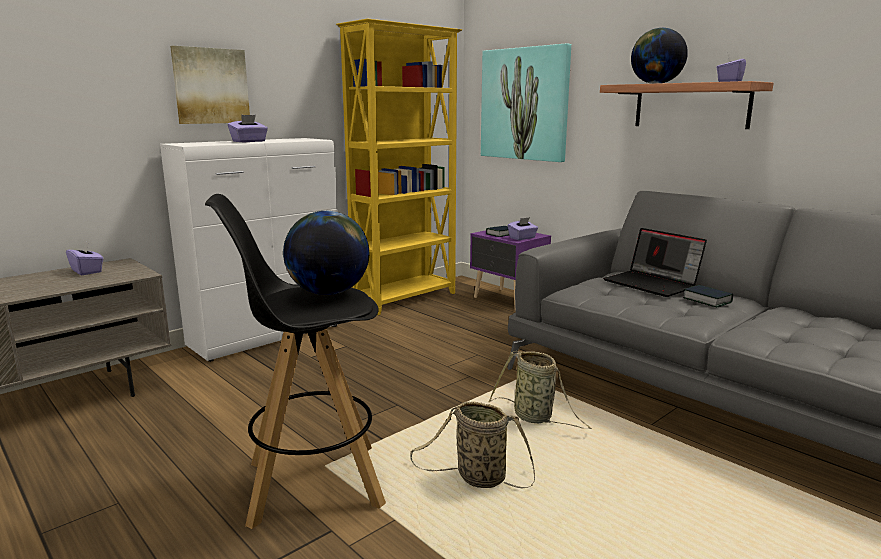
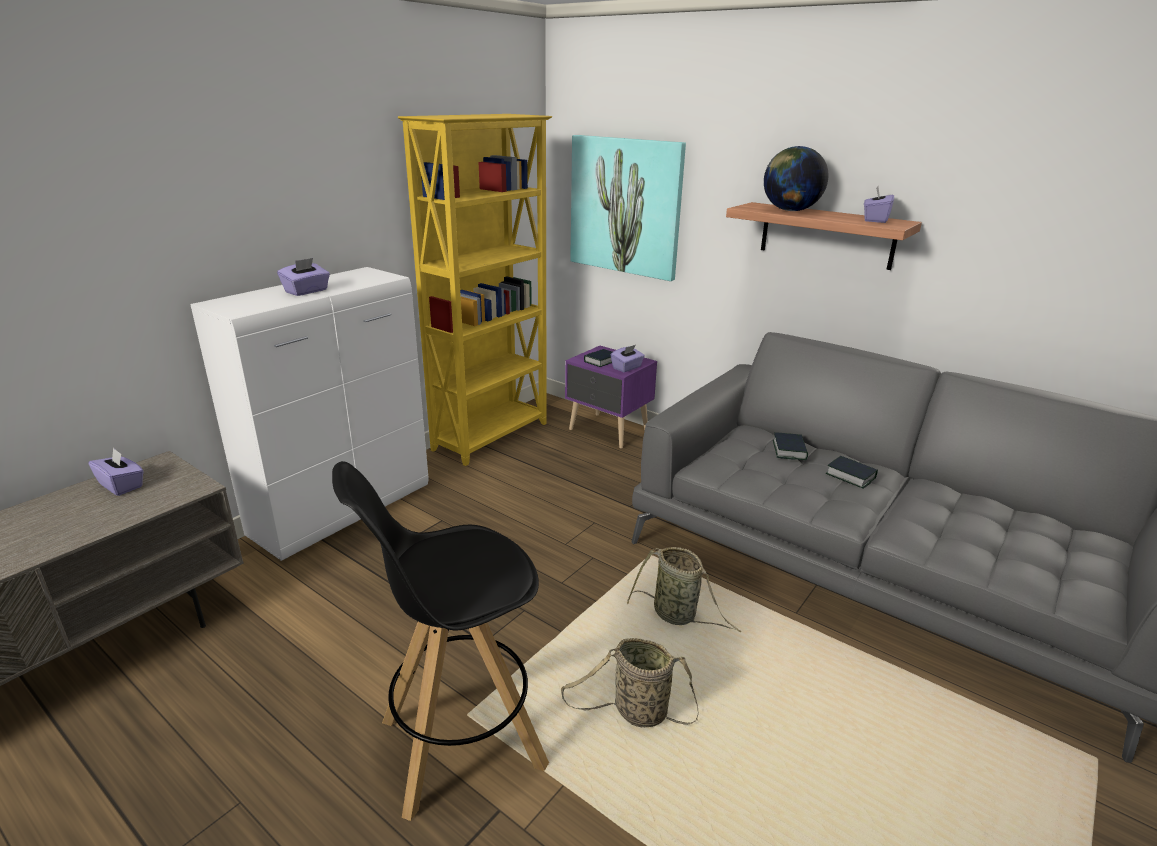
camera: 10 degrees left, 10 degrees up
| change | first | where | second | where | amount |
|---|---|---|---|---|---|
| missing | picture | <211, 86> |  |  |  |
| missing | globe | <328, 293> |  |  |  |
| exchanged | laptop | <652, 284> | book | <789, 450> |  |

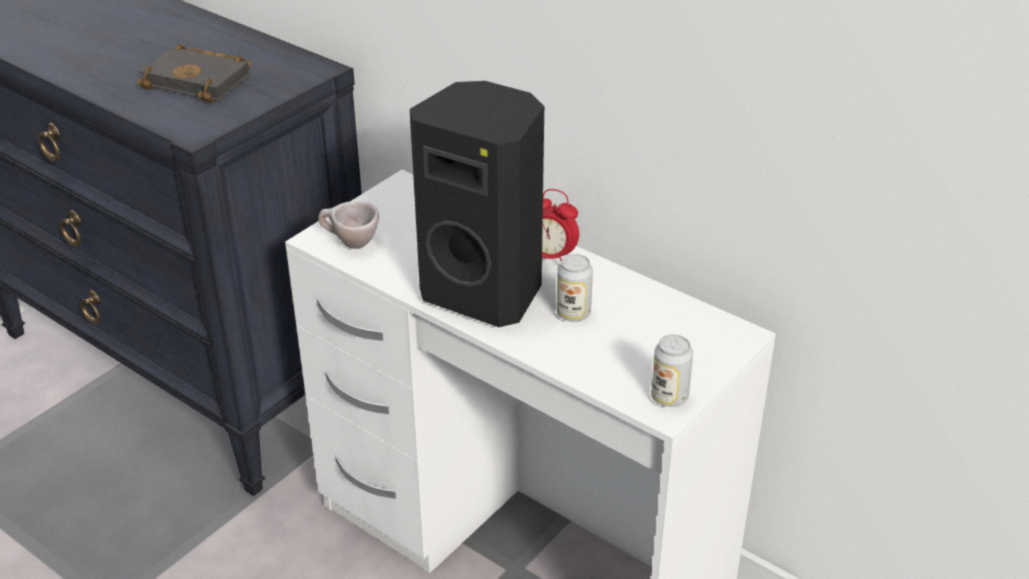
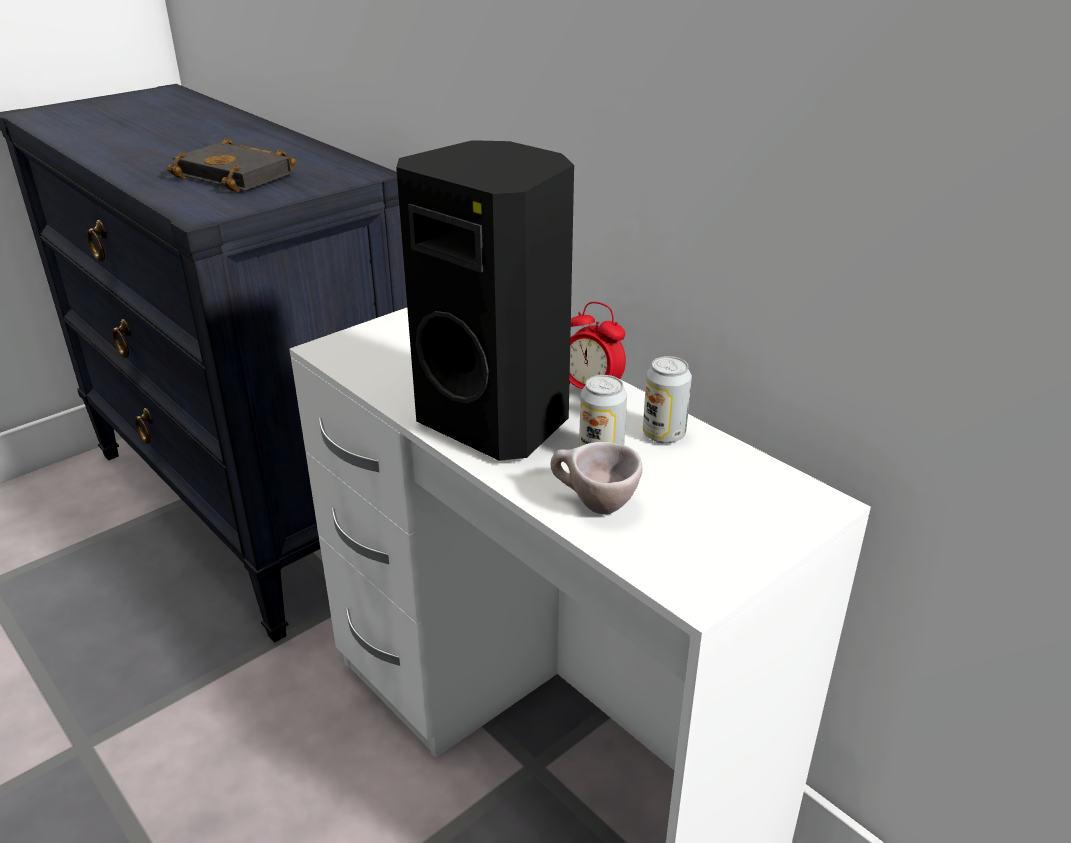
camera: 10 degrees right, 5 degrees down
| change | first | where | second | where | amount |
|---|---|---|---|---|---|
| relocated | beige cup | <350, 244> |  | <592, 505> |  |
| relocated | can | <669, 397> |  | <663, 434> |  |

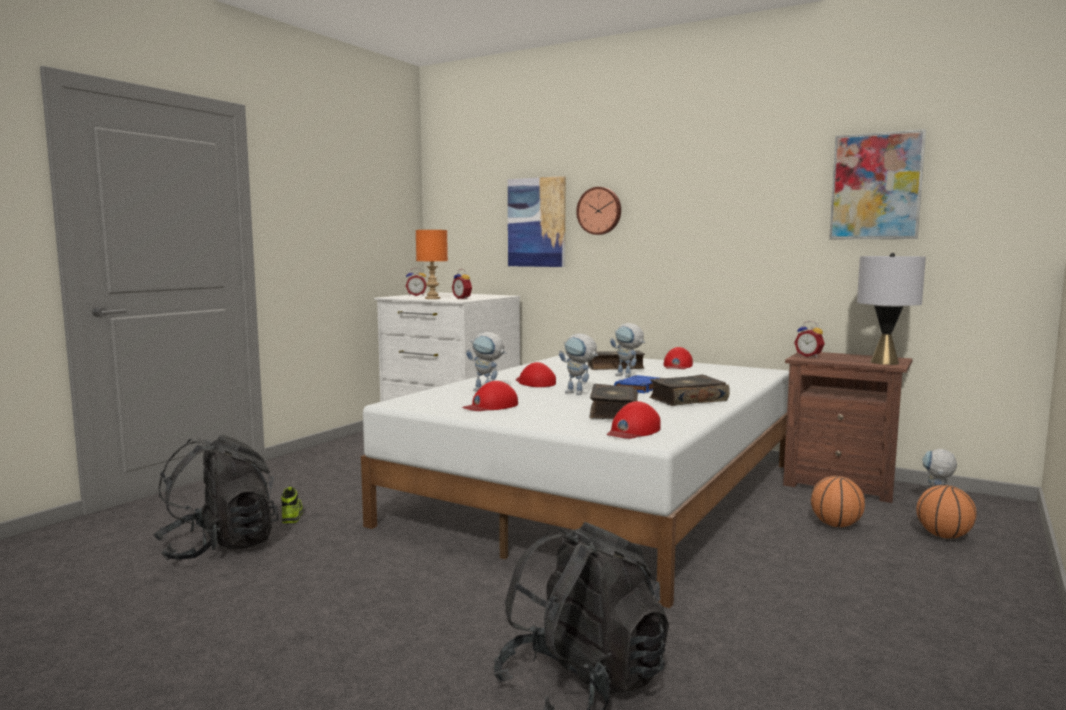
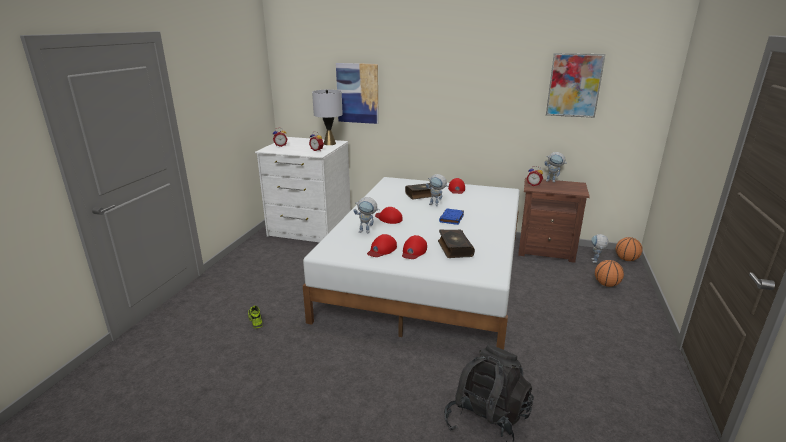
camera: 15 degrees left, 15 degrees up
| change | first | where | second | where | amount |
|---|---|---|---|---|---|
| missing | black backpack | <219, 547> |  |  |  |
| missing | orange table lamp | <433, 298> |  |  |  |
| relocated | toy robot | <579, 393> |  | <553, 181> |  |
| missing | wall clock | <599, 211> |  |  |  |
| relocated | red cap | <632, 431> |  | <413, 251> |  |
| missing | book | <687, 400> |  |  |  |
| relocated | basketball | <836, 525> |  | <626, 259> |  |
| relocated | grey table lamp | <884, 362> |  | <329, 143> |  |

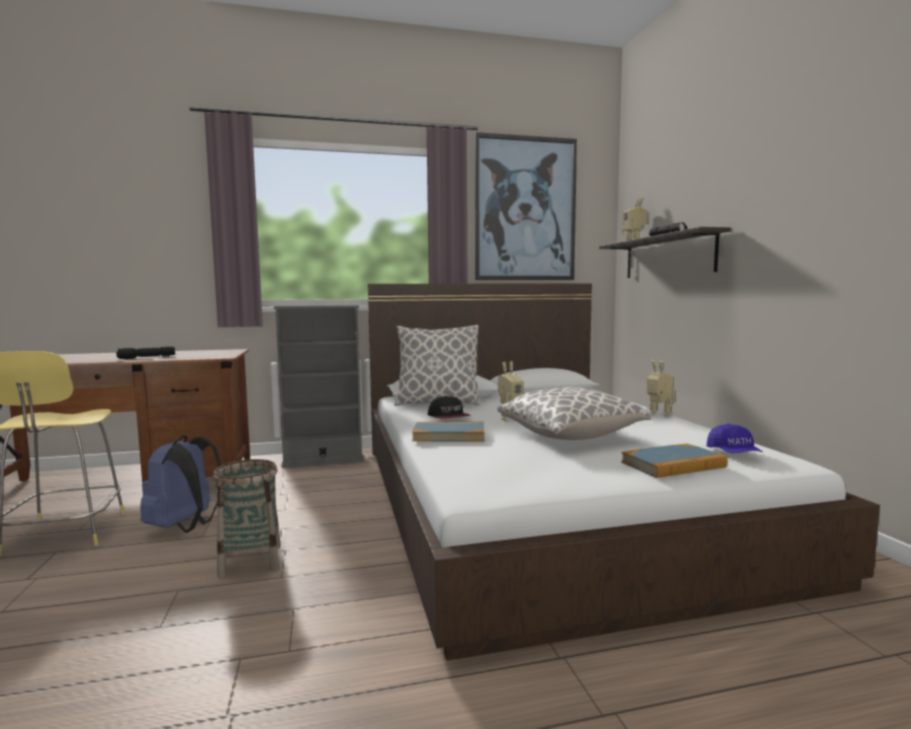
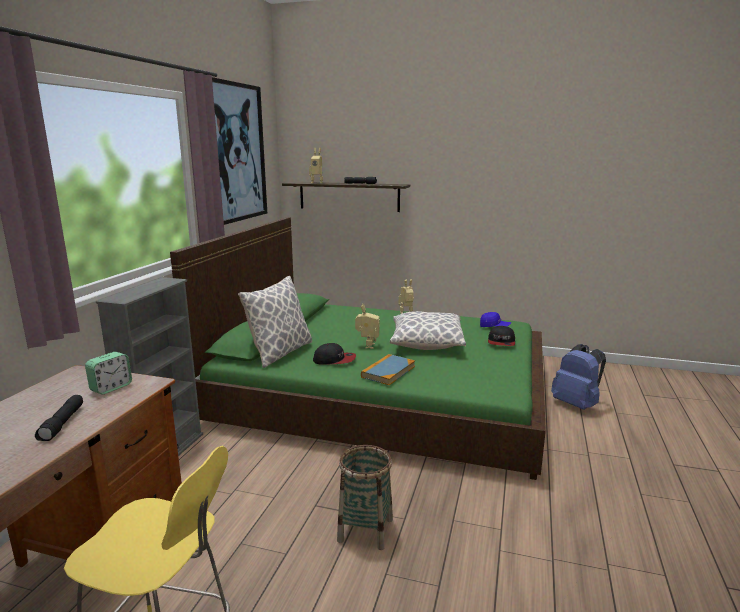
camera: 60 degrees left, 10 degrees up
| change | first | where | second | where | amount |
|---|---|---|---|---|---|
| relocated | blue backpack | <185, 526> |  | <576, 404> |  |
| colour | white bed | <544, 500> | green bed | <381, 394> |  |
| exchanged | book | <673, 465> | cap | <501, 342> |  |
| appeared |  |  | alarm clock | <111, 388> |  |

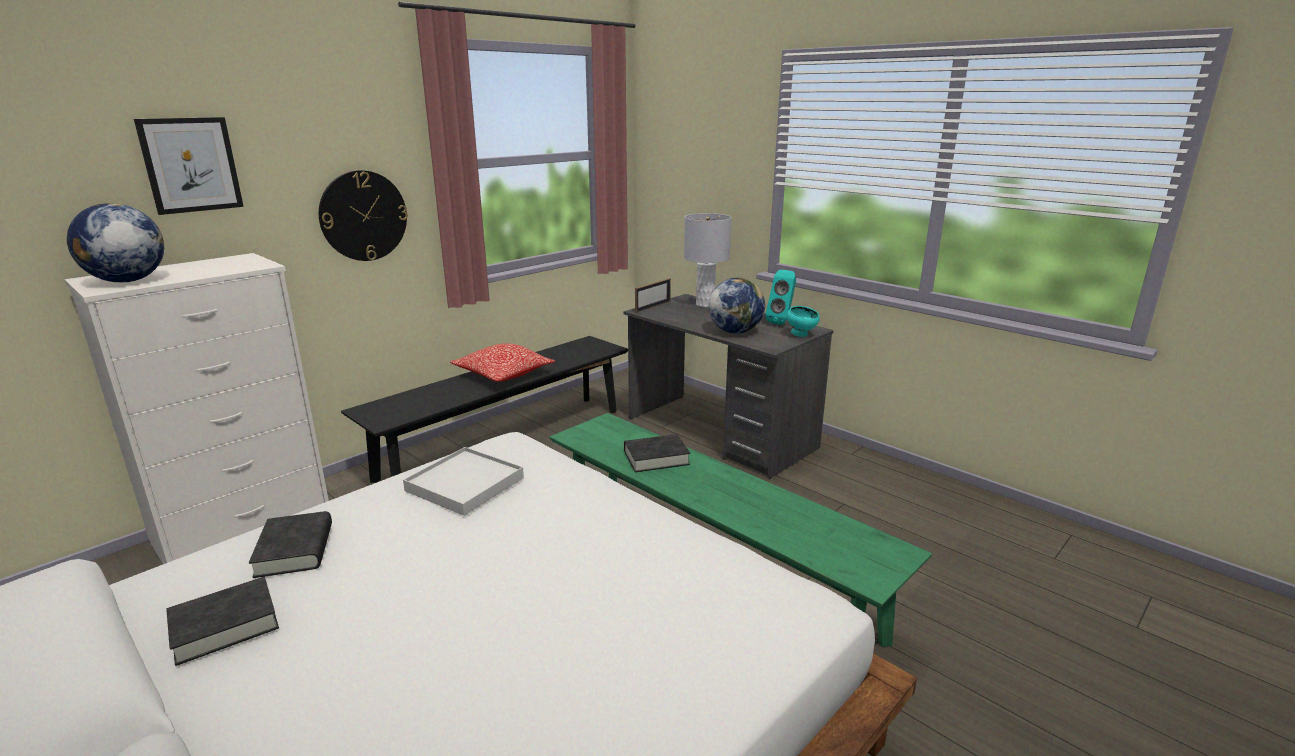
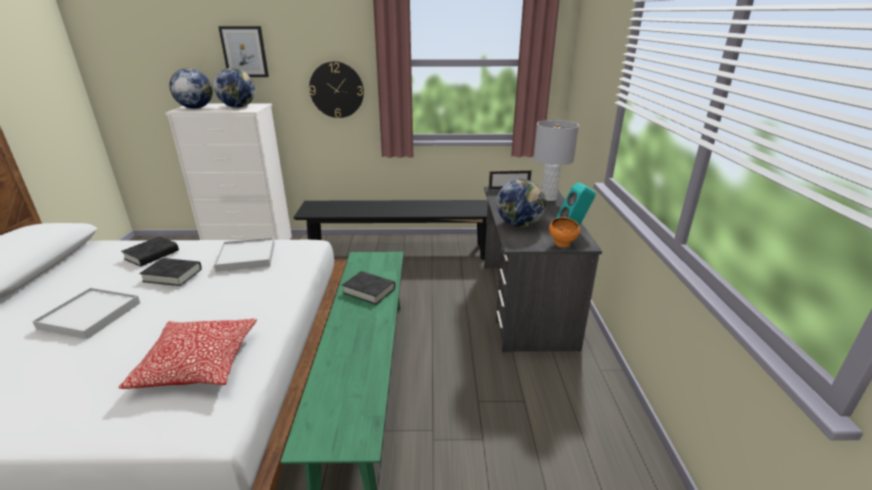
camera: 45 degrees right, 5 degrees up
| change | first | where | second | where | amount |
|---|---|---|---|---|---|
| relocated | black book | <225, 625> |  | <173, 275> |  |
| relocated | pillow | <503, 374> |  | <198, 364> |  |
| colour | turquoise bowl | <801, 335> | orange bowl | <562, 245> |  |
| appeared |  |  | white tray | <90, 315> |  |
| appeared |  |  | globe | <238, 107> |  |

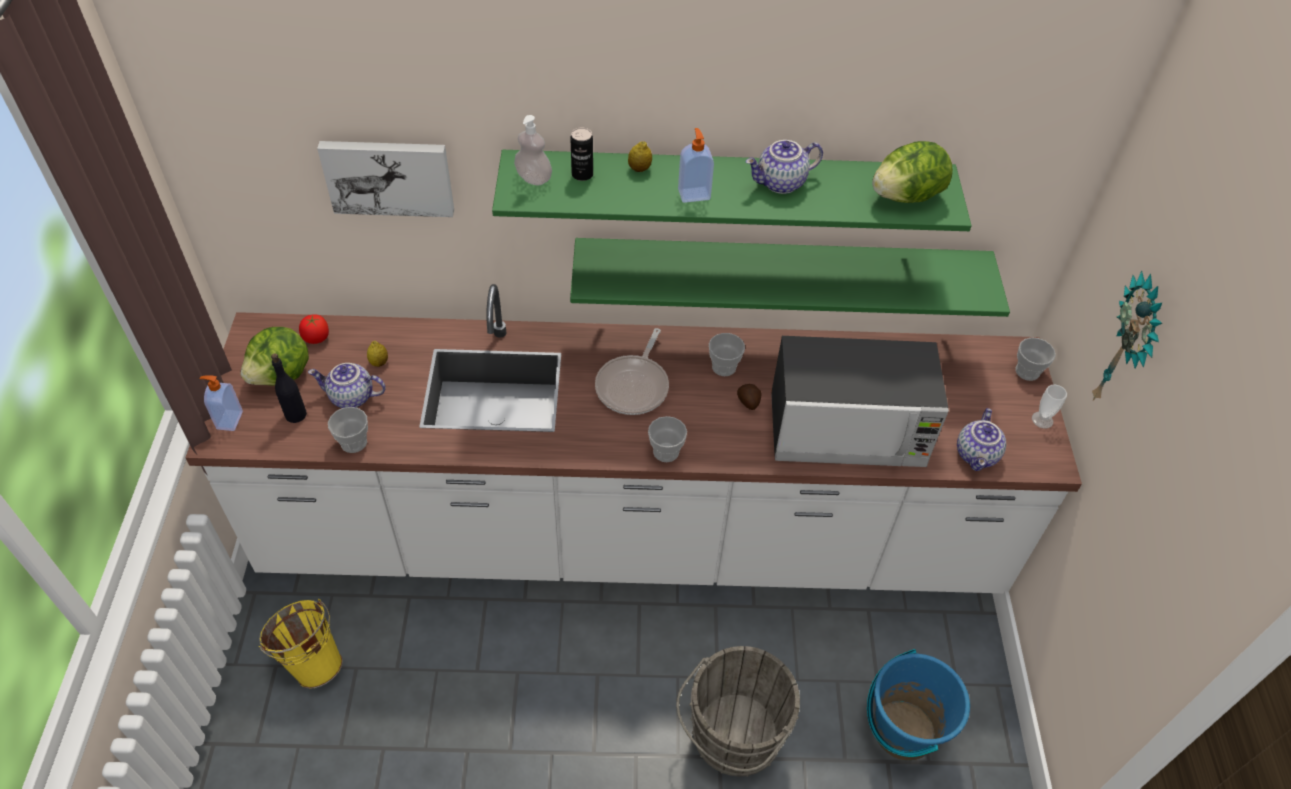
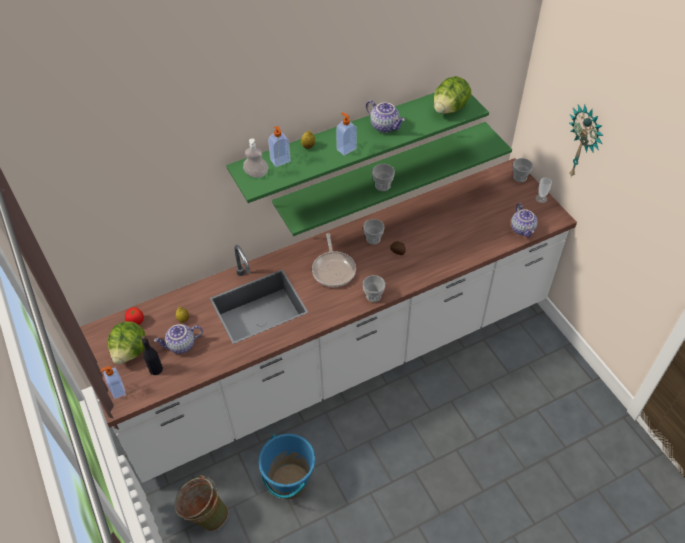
camera: 25 degrees left, 0 degrees up
| change | first | where | second | where | amount |
|---|---|---|---|---|---|
| colour | yellow bucket | <312, 661> | green bucket | <205, 515> |  |
| missing | picture | <389, 176> |  |  |  |
| relocated | cup | <354, 442> |  | <382, 186> |  |
| exchanged | can | <582, 174> | soap dispenser | <280, 161> |  |
| missing | grey bucket | <732, 738> |  |  |  |
| spun | teapot | <781, 183> |  | <385, 126> | 90 degrees counterclockwise |
| missing | microwave | <847, 430> |  |  |  |
| relocated | blue bucket | <902, 731> |  | <290, 481> |  |

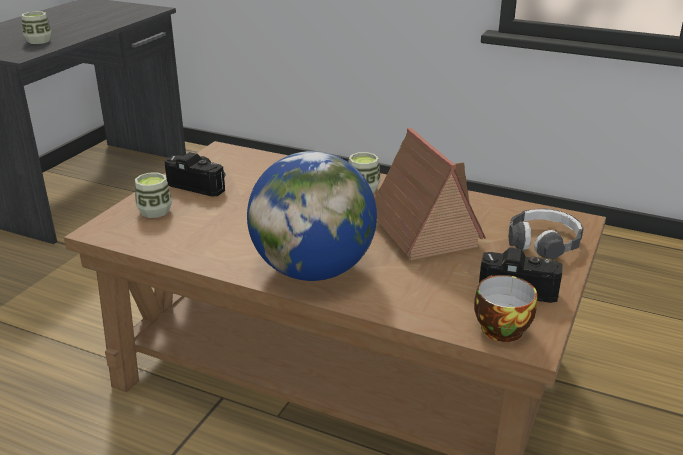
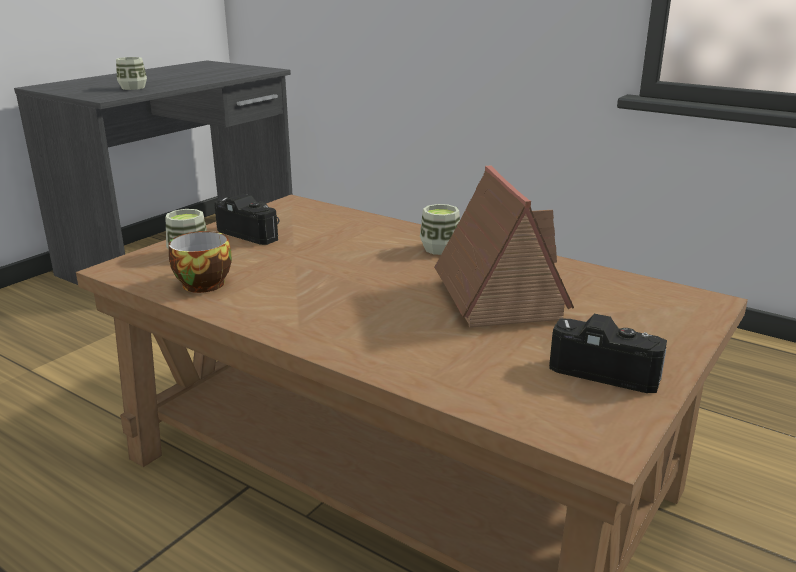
camera: 10 degrees right, 5 degrees down
| change | first | where | second | where | amount |
|---|---|---|---|---|---|
| missing | globe | <313, 270> |  |  |  |
| relocated | cup | <498, 328> |  | <202, 283> |  |
| missing | headphones | <543, 242> |  |  |  |

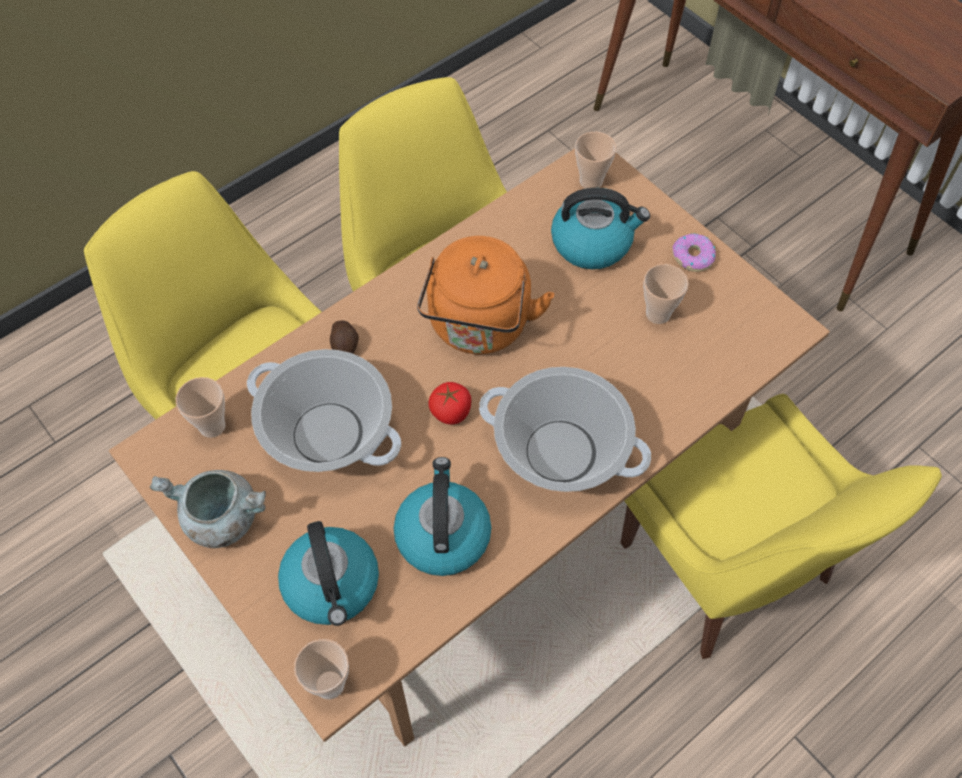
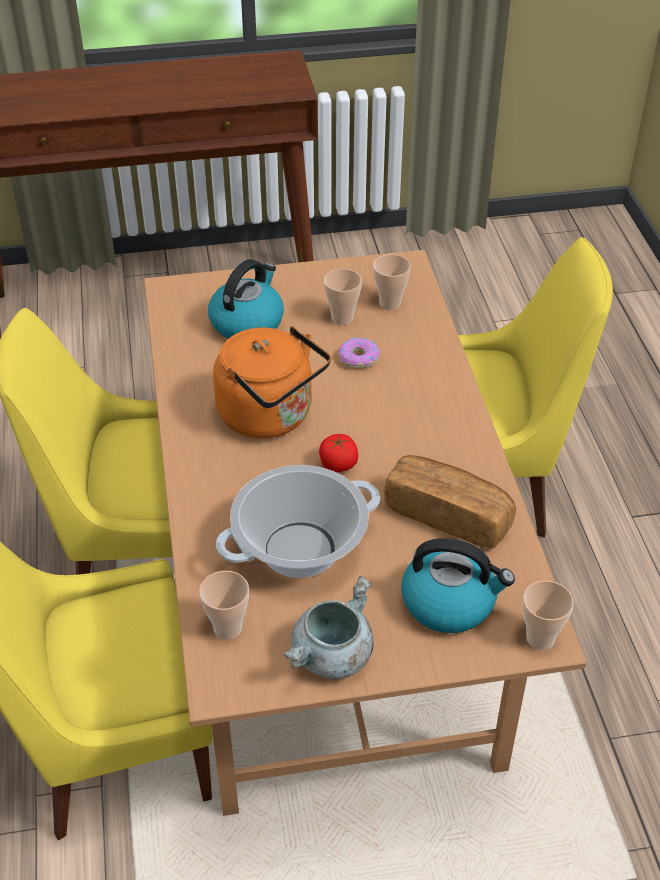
camera: 60 degrees left, 15 degrees down
| change | first | where | second | where | amount |
|---|---|---|---|---|---|
| missing | potato | <345, 344> |  |  |  |
| exchanged | kettle | <442, 534> | bread | <448, 515> |  |
| missing | cooking pot | <561, 451> |  |  |  |
| relocated | cup | <591, 181> |  | <390, 303> |  |
| relocated | donut | <693, 257> |  | <358, 358> |  |

